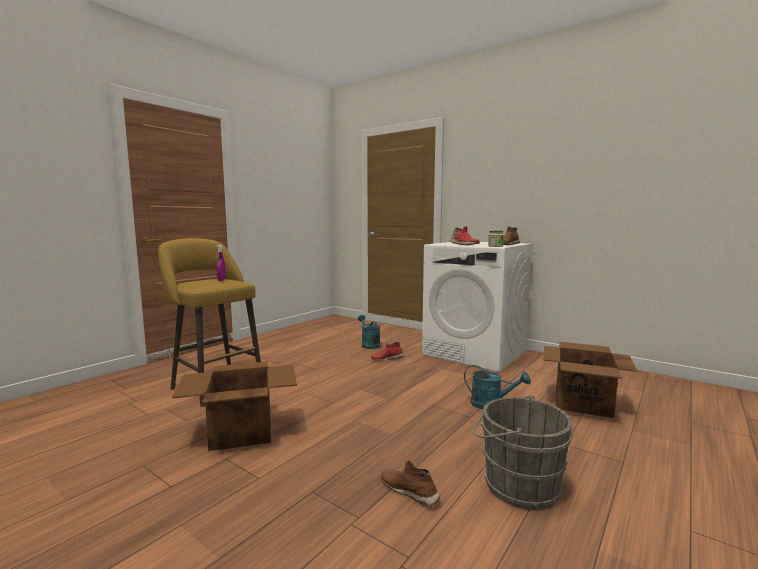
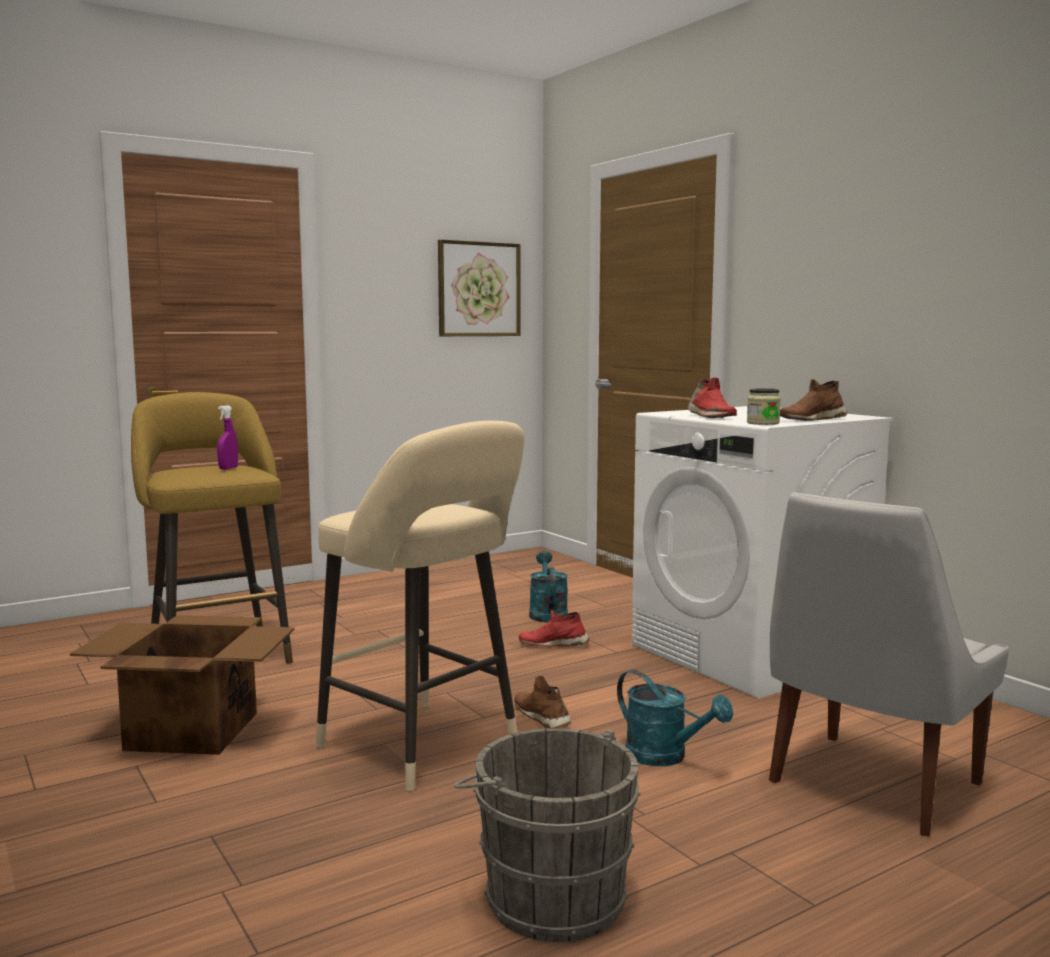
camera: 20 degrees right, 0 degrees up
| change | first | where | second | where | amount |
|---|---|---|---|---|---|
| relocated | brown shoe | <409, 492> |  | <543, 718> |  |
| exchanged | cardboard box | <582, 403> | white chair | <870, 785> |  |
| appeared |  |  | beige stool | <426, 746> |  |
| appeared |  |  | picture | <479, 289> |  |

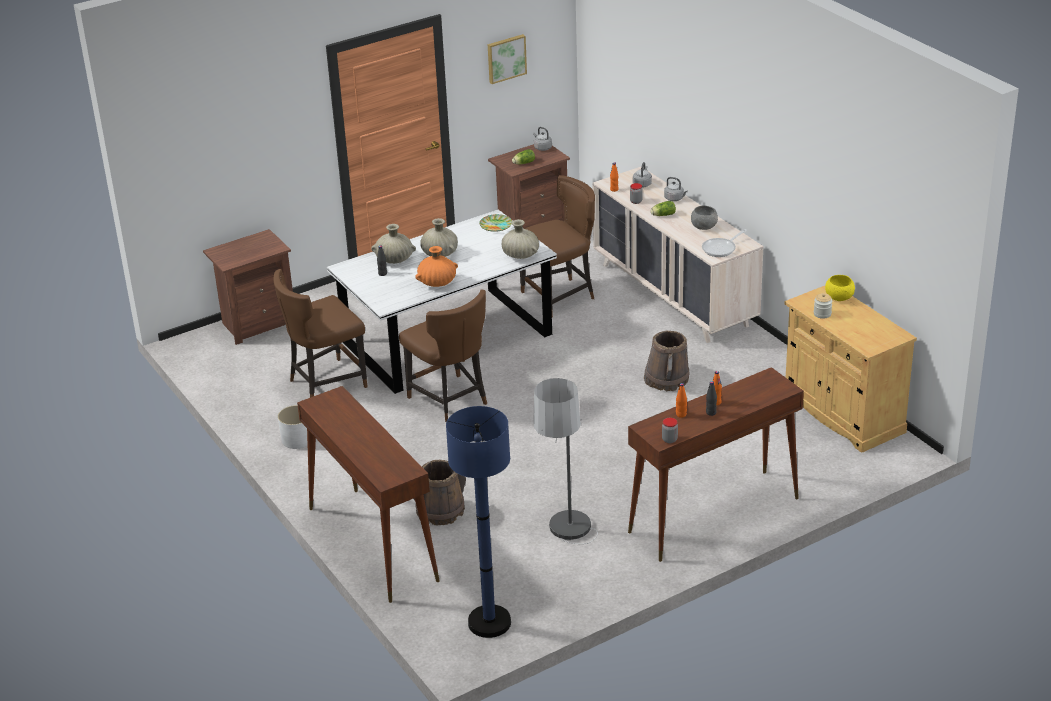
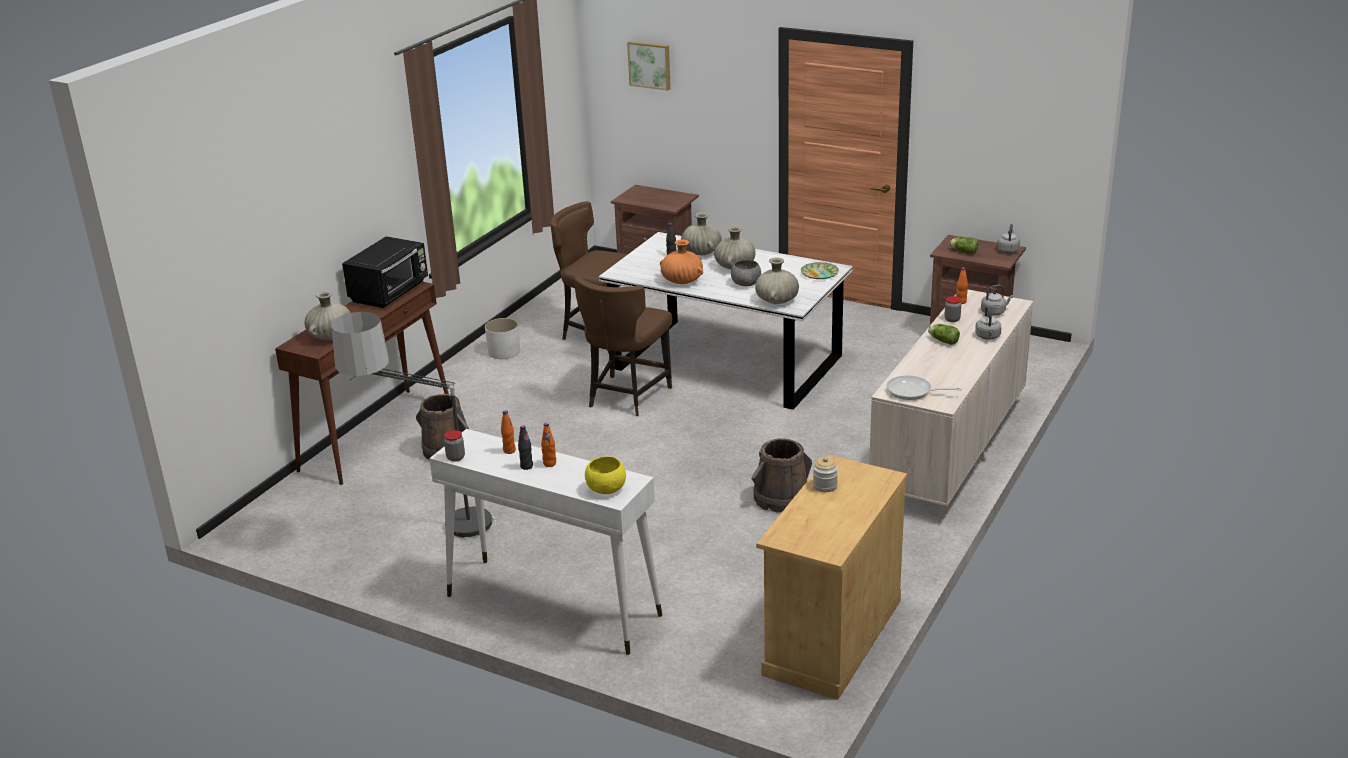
camera: 60 degrees right, 5 degrees down
| change | first | where | second | where | amount |
|---|---|---|---|---|---|
| missing | blue floor lamp | <489, 622> |  |  |  |
| relocated | picture | <506, 58> |  | <650, 64> |  |
| missing | brown chair | <560, 296> |  |  |  |
| colour | brown console table | <713, 515> | white console table | <552, 605> |  |
| relocated | grey bowl | <704, 227> |  | <745, 284> |  |
| relocated | yellow bowl | <839, 297> |  | <606, 488> |  |
| appeared |  |  | beige vase | <331, 336> |  |
| appeared |  |  | black microwave | <390, 292> |  |

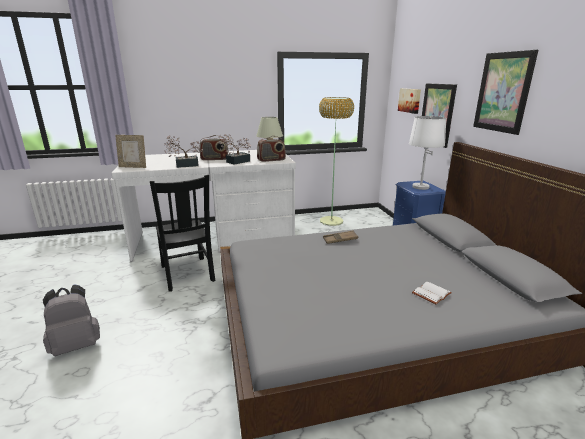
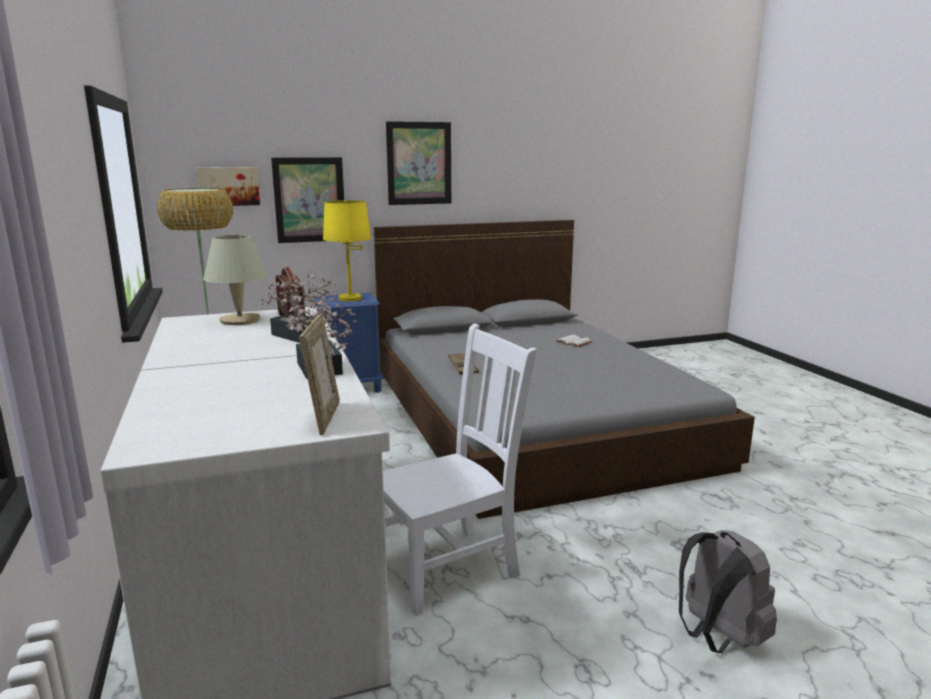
camera: 95 degrees left, 5 degrees down
| change | first | where | second | where | amount |
|---|---|---|---|---|---|
| colour | black chair | <187, 274> | white chair | <450, 567> |  |
| missing | radio | <214, 159> |  |  |  |
| colour | white table lamp | <420, 187> | yellow table lamp | <350, 299> |  |

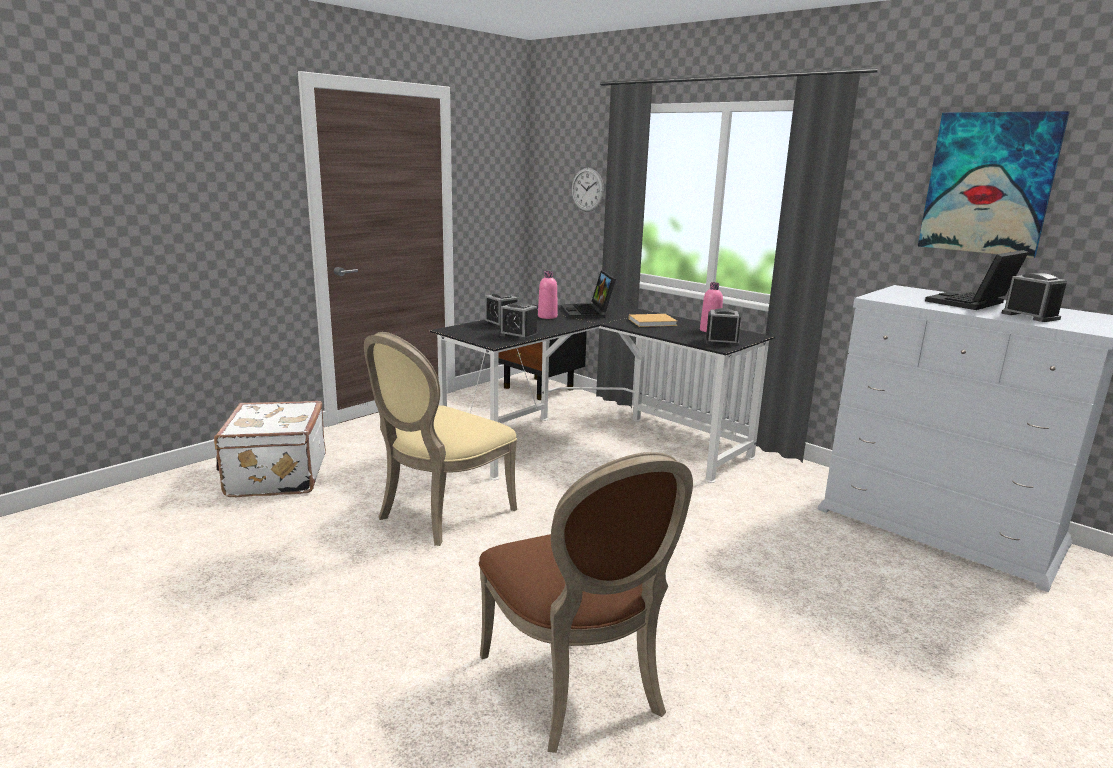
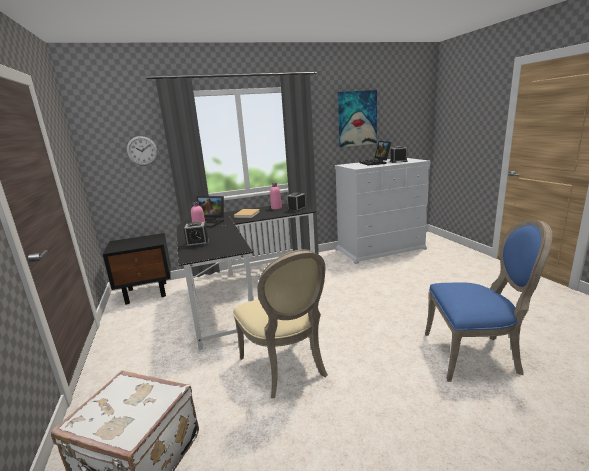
camera: 60 degrees left, 0 degrees up
| change | first | where | second | where | amount |
|---|---|---|---|---|---|
| colour | brown chair | <579, 686> | blue chair | <475, 355> |  |
| missing | alarm clock | <518, 335> |  |  |  |

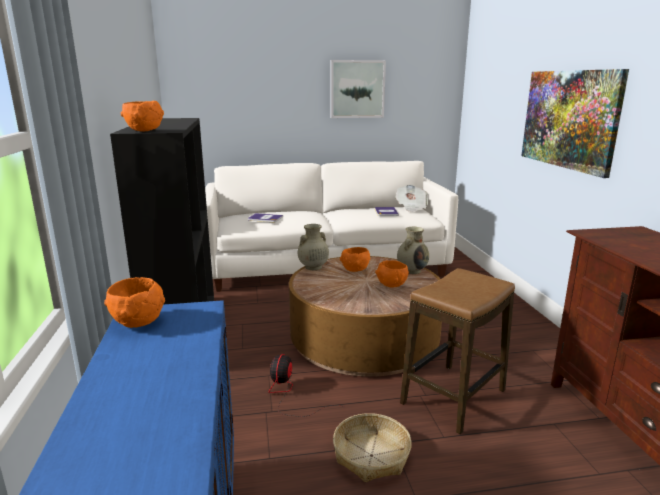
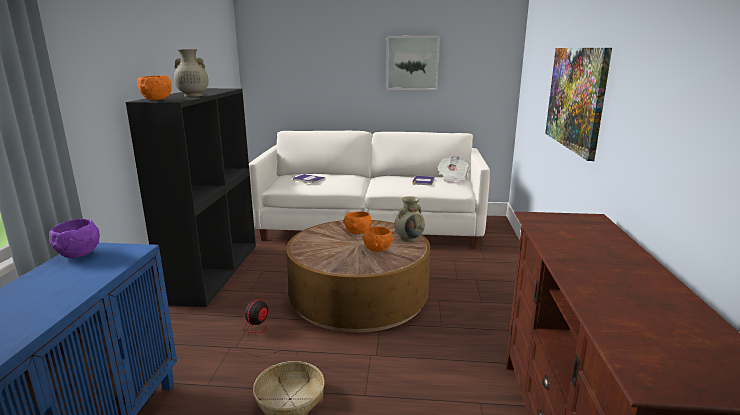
camera: 15 degrees right, 0 degrees up
| change | first | where | second | where | amount |
|---|---|---|---|---|---|
| colour | orange bowl | <138, 322> | purple bowl | <79, 254> |  |
| relocated | beige vase | <313, 267> |  | <192, 96> |  |
| missing | stool | <453, 397> |  |  |  |

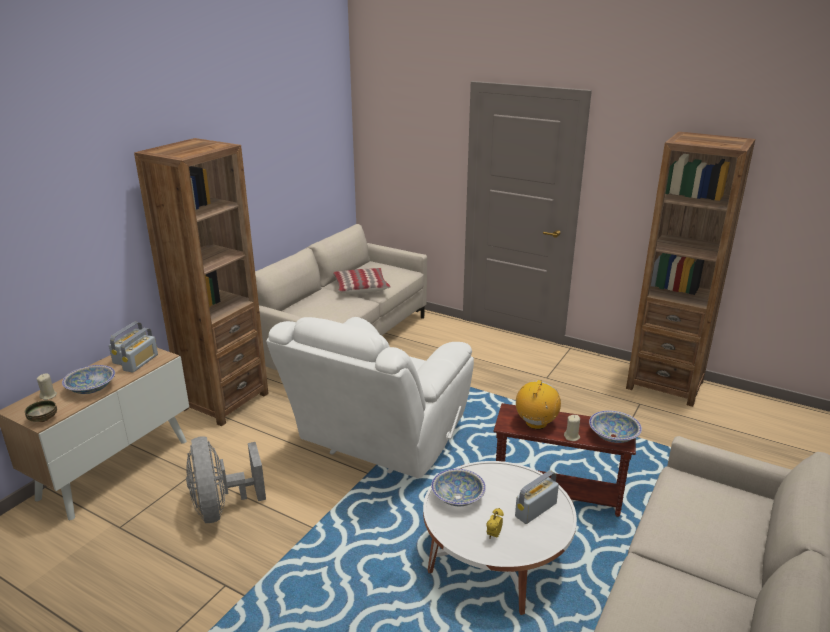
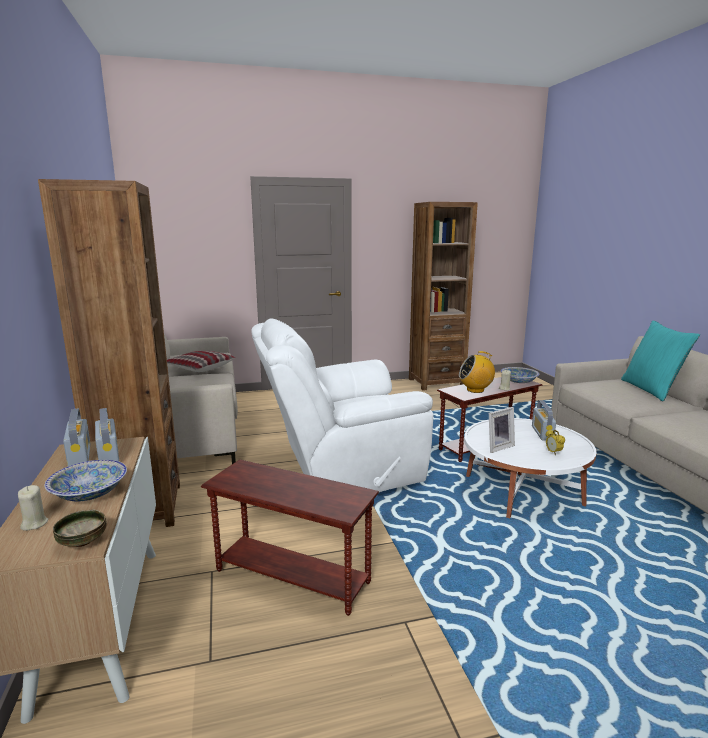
camera: 45 degrees left, 10 degrees down
| change | first | where | second | where | amount |
|---|---|---|---|---|---|
| exchanged | grey fan | <222, 507> | brown side table | <292, 576> |  |
| spun | white armchair | <378, 445> |  | <339, 473> | 90 degrees clockwise |
| exchanged | bowl | <458, 497> | picture frame | <497, 447> |  |
| spun | radio | <536, 423> |  | <475, 390> | 75 degrees counterclockwise |
| appeared |  |  | turquoise pillow | <651, 390> |  |

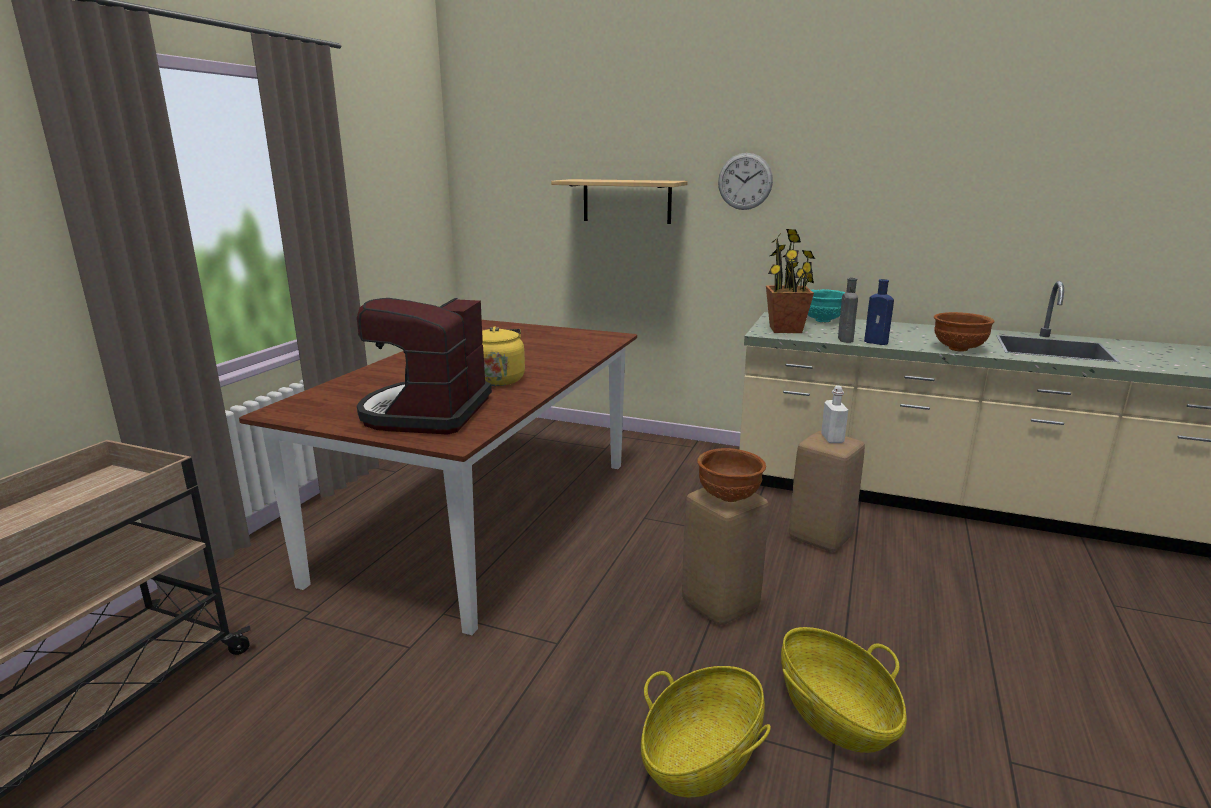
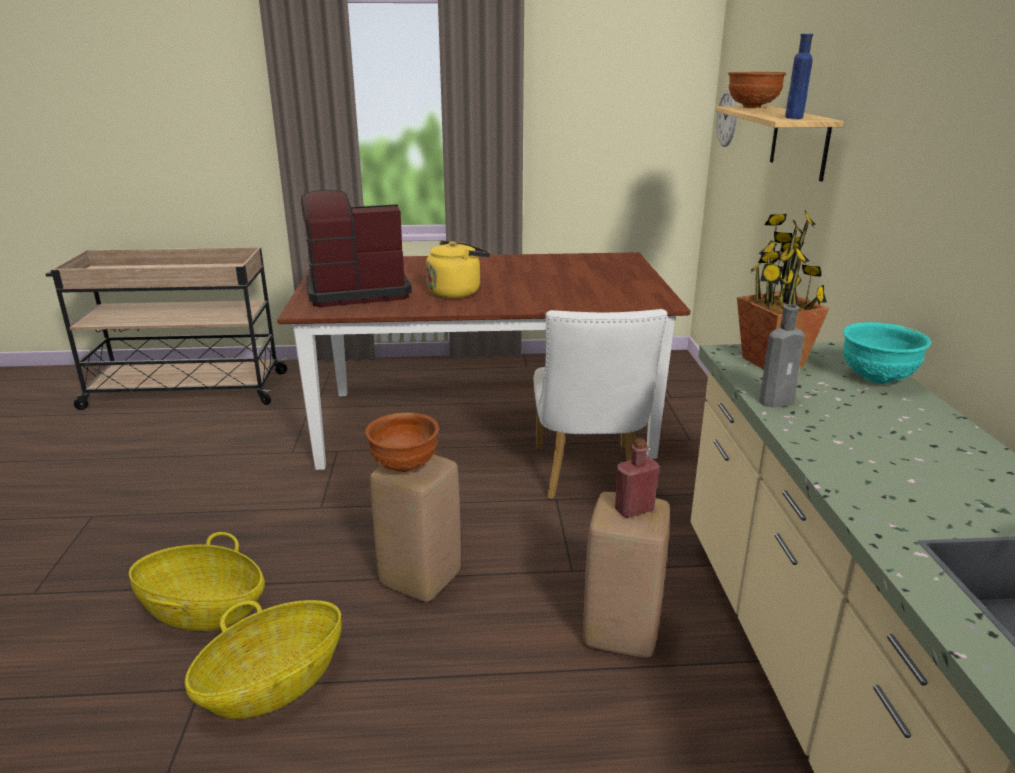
camera: 65 degrees right, 5 degrees up
| change | first | where | second | where | amount |
|---|---|---|---|---|---|
| relocated | wall clock | <745, 181> |  | <727, 118> |  |
| colour | white bottle | <832, 439> | red bottle | <634, 509> |  |
| relocated | blue bottle | <877, 342> |  | <794, 117> |  |
| relocated | brown bowl | <957, 349> |  | <752, 107> |  |
| appeared |  |  | white chair | <588, 477> |  |

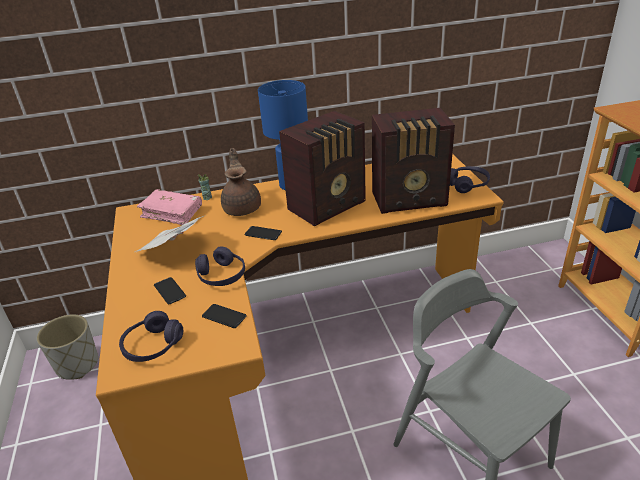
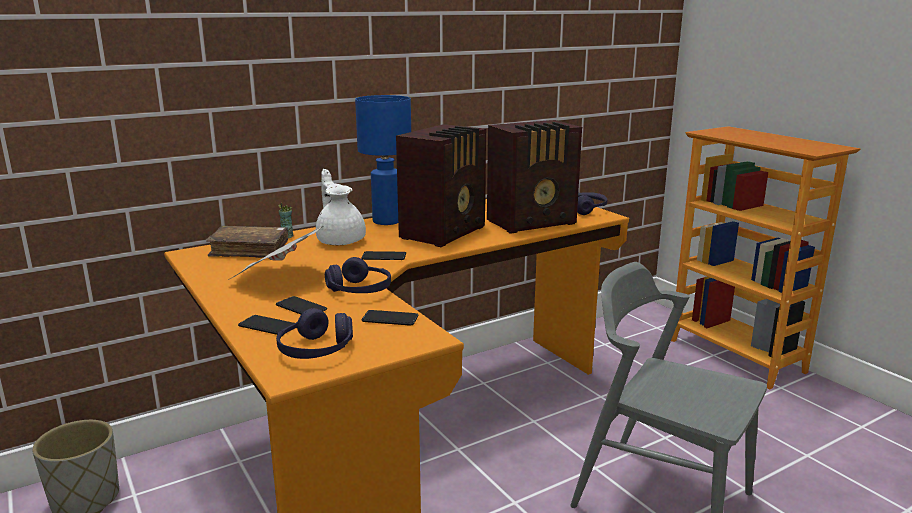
camera: 20 degrees left, 15 degrees down
| change | first | where | second | where | amount |
|---|---|---|---|---|---|
| colour | pink book | <172, 213> | brown book | <250, 250> |  |
| colour | brown teapot | <242, 207> | white teapot | <340, 240> |  |
| appeared |  |  | phone | <267, 326> |  |

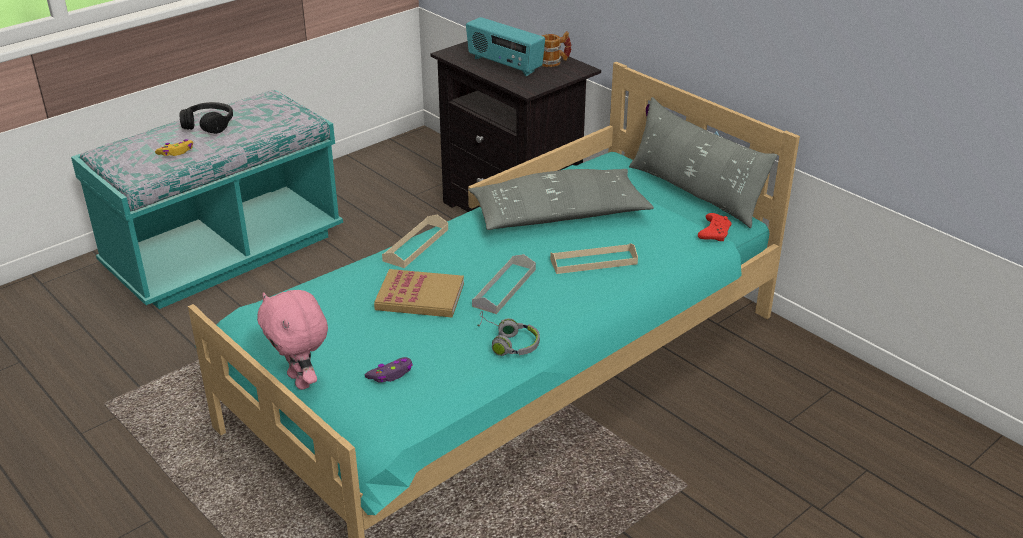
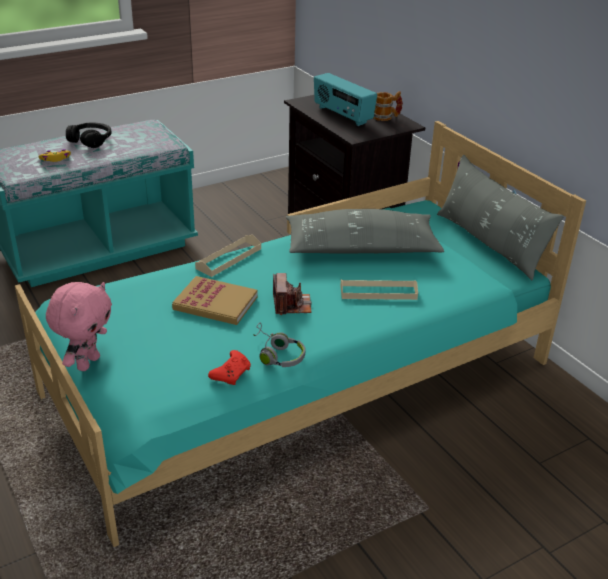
camera: 10 degrees right, 0 degrees up
| change | first | where | second | where | amount |
|---|---|---|---|---|---|
| spun | pink plush toy | <301, 381> |  | <87, 363> | 135 degrees counterclockwise |
| missing | purple game controller | <391, 374> |  |  |  |
| exchanged | grey tray | <504, 287> | photo camera | <291, 305> |  |
| relocated | red game controller | <714, 233> |  | <231, 373> |  |

